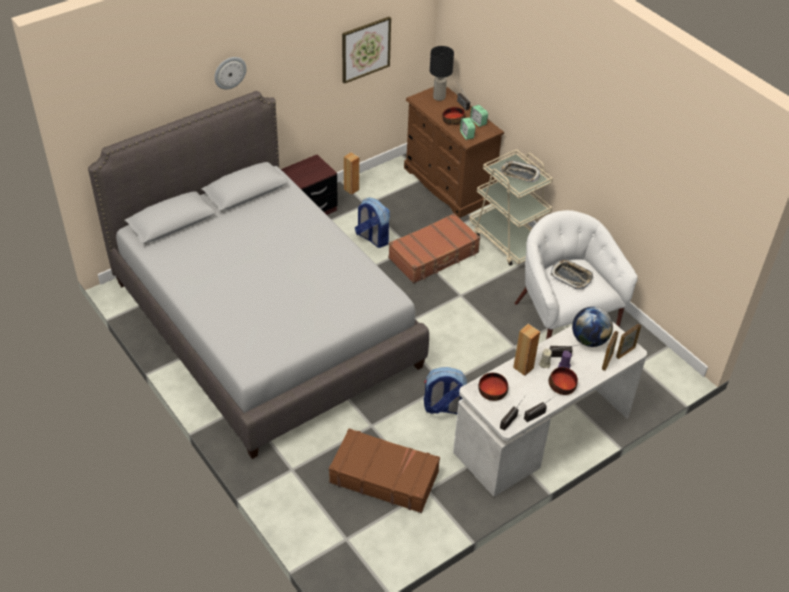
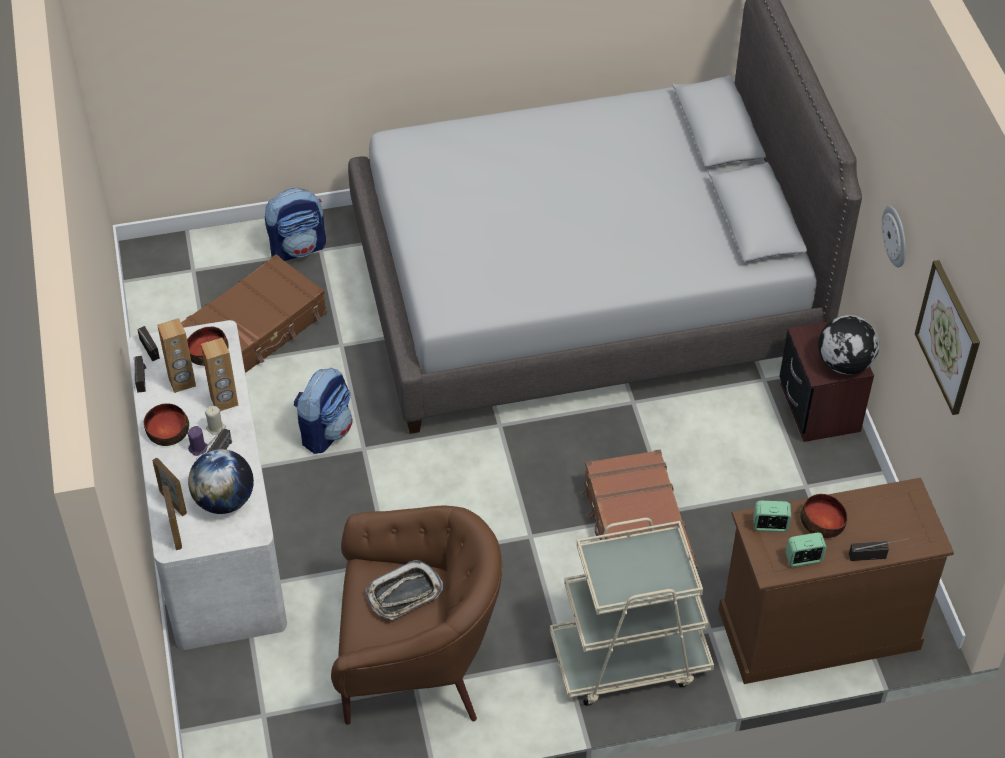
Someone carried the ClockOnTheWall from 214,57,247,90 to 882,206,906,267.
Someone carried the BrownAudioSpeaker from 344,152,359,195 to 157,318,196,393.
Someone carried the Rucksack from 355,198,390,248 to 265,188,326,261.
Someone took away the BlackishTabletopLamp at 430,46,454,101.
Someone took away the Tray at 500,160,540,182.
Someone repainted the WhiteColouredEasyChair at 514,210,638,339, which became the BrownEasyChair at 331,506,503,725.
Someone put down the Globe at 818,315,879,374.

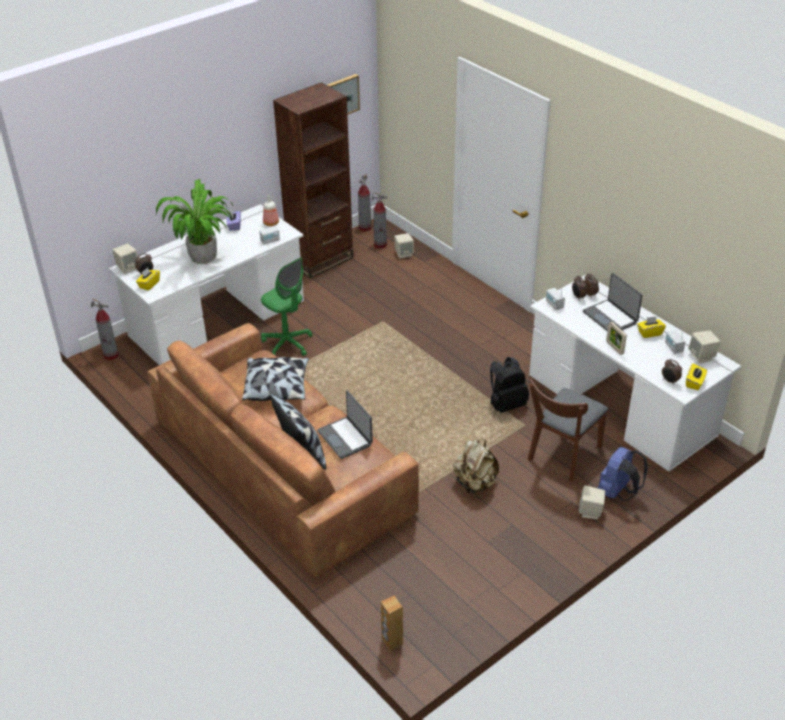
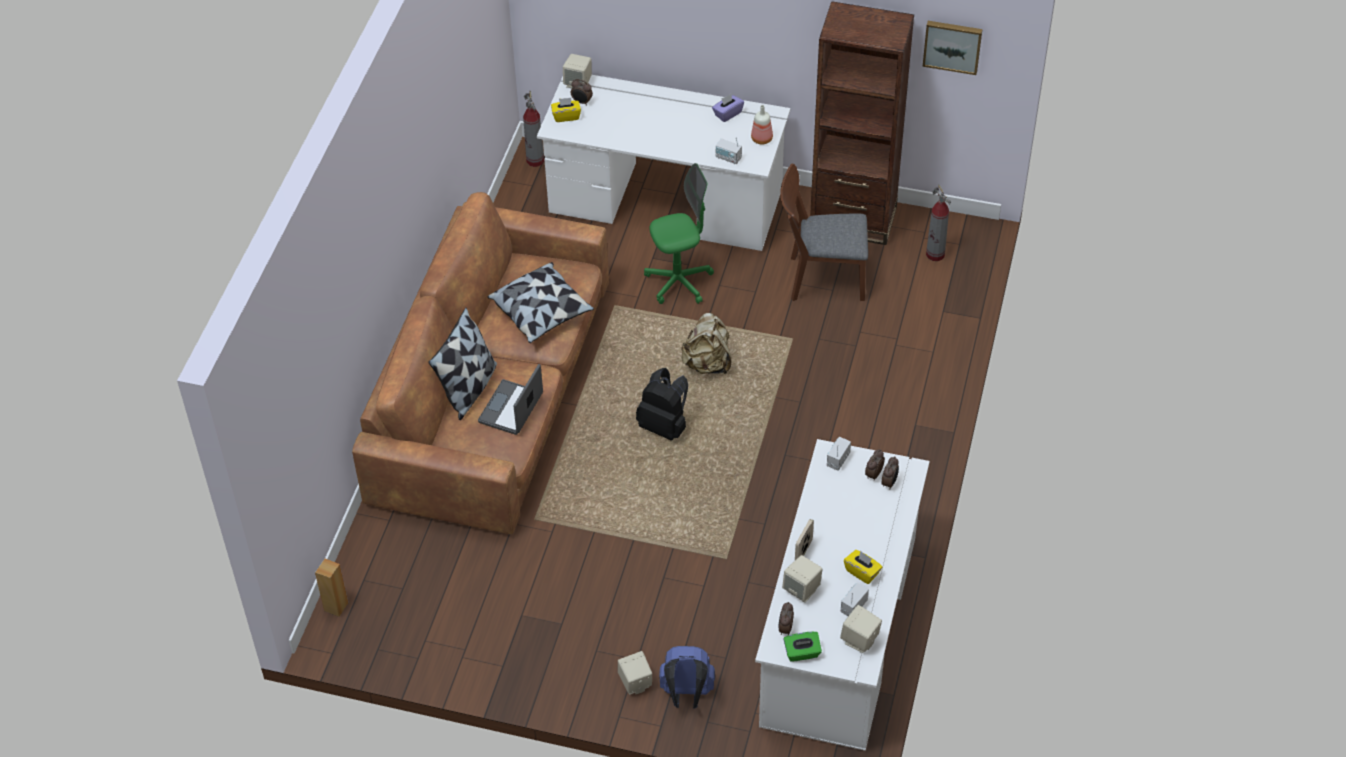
Someone took away the PottedPlant at 156,179,233,264.
Someone rotated the GreenishDeskChair at 261,257,313,356 by 120 degrees counterclockwise.
Someone took away the FireExtinguisher at 358,174,371,232.
Someone carried the BeigeColouredAudioSpeaker from 394,233,414,258 to 782,555,822,603.
Someone carried the BeigeColouredRucksack from 453,439,499,494 to 681,313,731,374.
Someone carried the BlackishRucksack from 490,357,529,413 to 636,368,688,441.
Someone carried the BrownChair from 528,378,608,482 to 780,163,868,301.
Someone took away the Laptop at 583,273,643,331.
Someone repainted the YellowColouredTissueHolder at 686,364,707,390, which became the GreenishTissueHolder at 783,632,822,662.

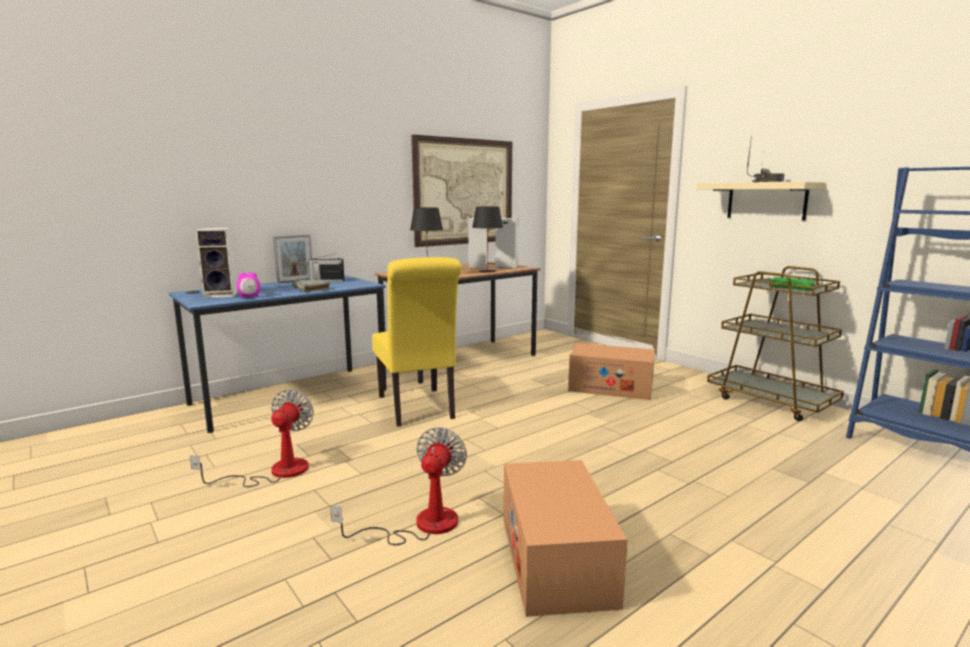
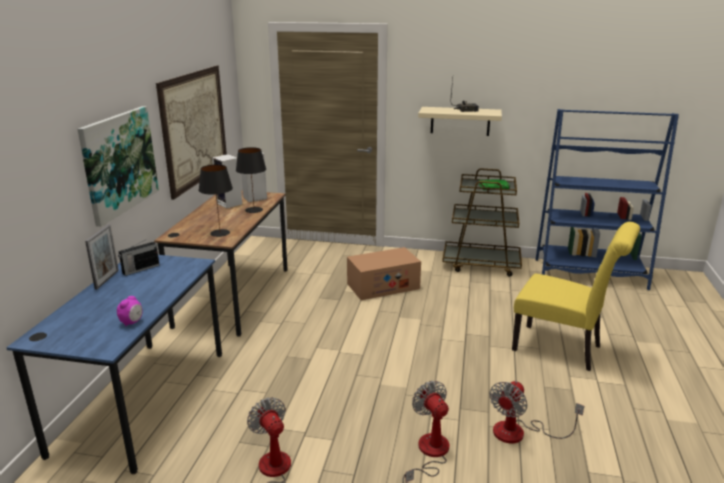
Someone took away the AudioSpeaker at 195,228,238,298.
Someone took away the GreyishBook at 292,279,331,292.
Someone carried the YellowColouredChair from 372,257,462,427 to 512,222,640,371.
Someone swapped the PackingBox at 504,460,627,617 for the ElectricFan at 490,381,584,444.
Someone put up the Picture at 78,106,159,227.

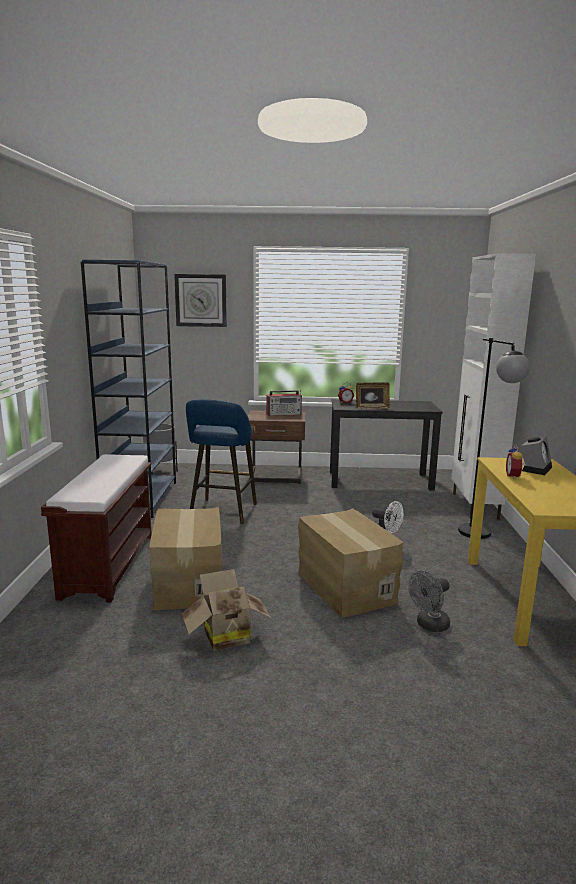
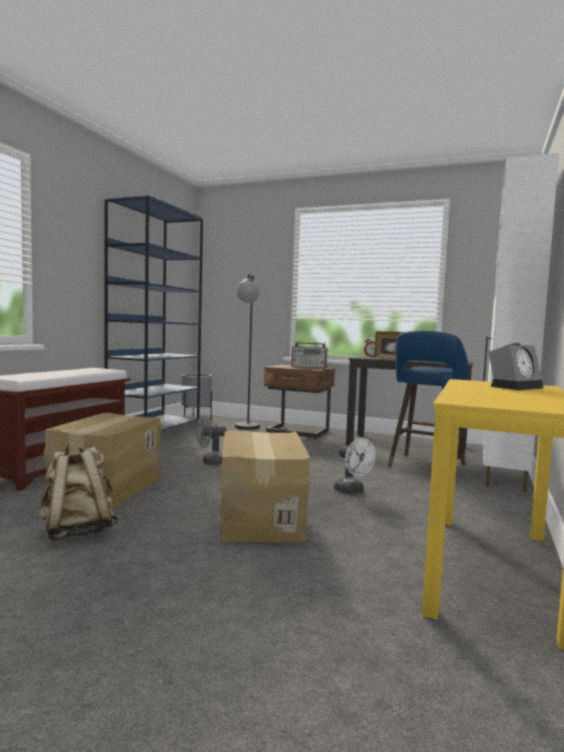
Someone took away the ClockOnTheWall at 174,274,227,327.
Someone swapped the PackingBox at 182,569,271,651 for the BeigeColouredRucksack at 39,443,118,541.
Someone carried the BlueColouredSittingStool from 186,399,257,524 to 387,330,468,468.
Someone carried the GreyishElectricFan from 408,571,450,632 to 196,415,227,465.
Someone carried the BlackishStandingLamp from 458,338,530,539 to 235,274,260,429.
Someone took away the TableClock at 506,445,526,479.

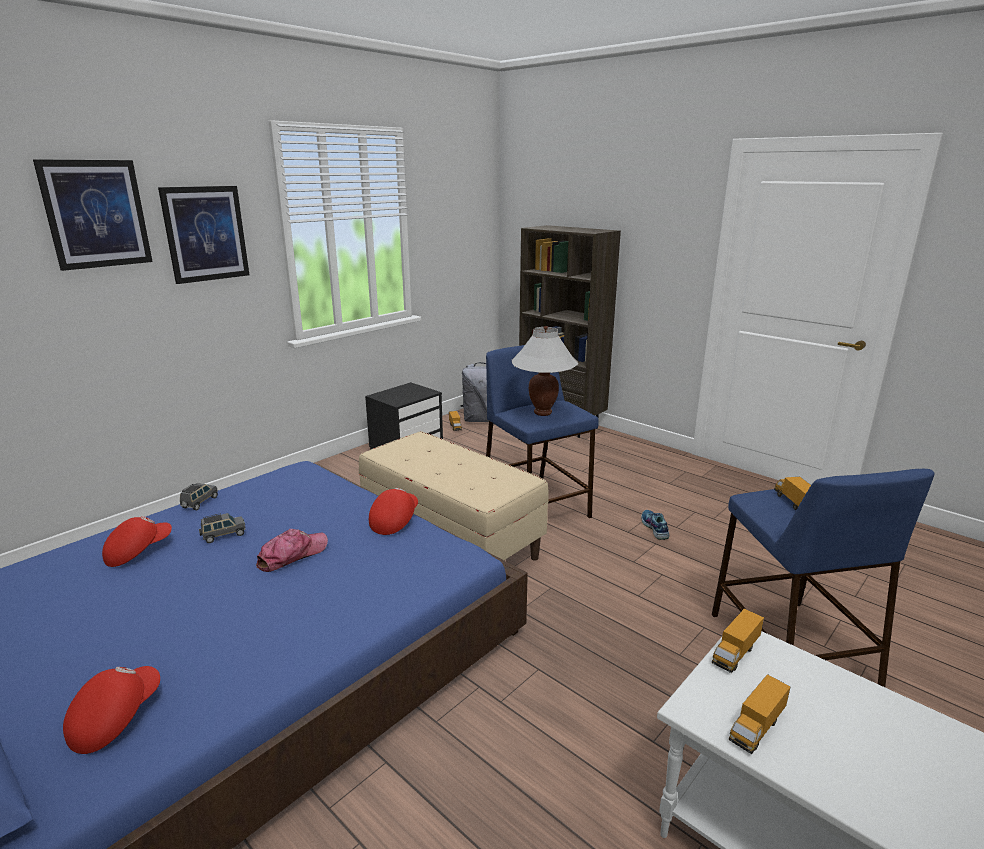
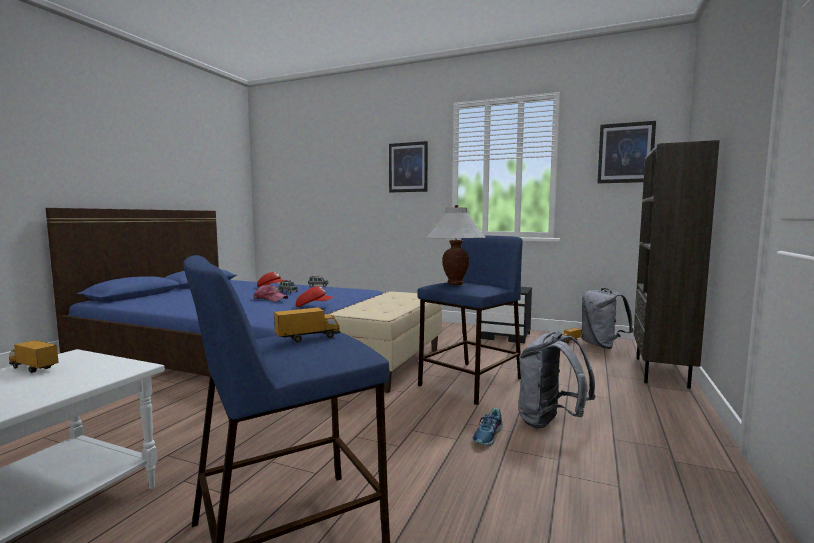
Someone carried the Picture from 33,159,153,271 to 597,121,656,183.
Someone took away the RedColouredCap at 63,666,160,754.
Someone rotated the LowShoe at 641,510,669,540 by 150 degrees clockwise.
Someone took away the ToyTruck at 712,609,764,673.
Someone put down the GreyishRucksack at 519,332,596,429.

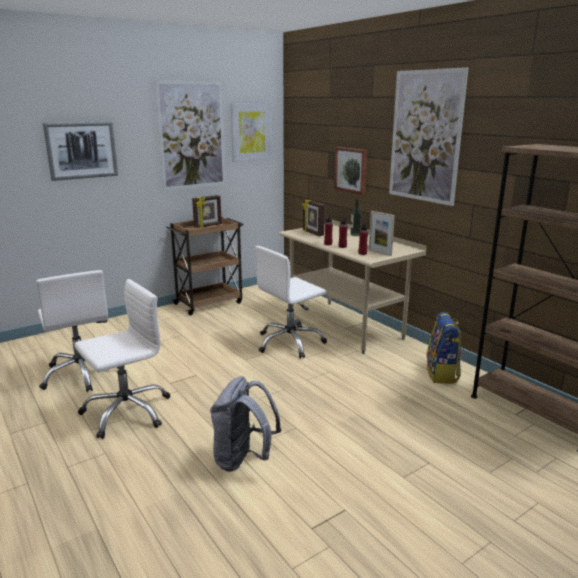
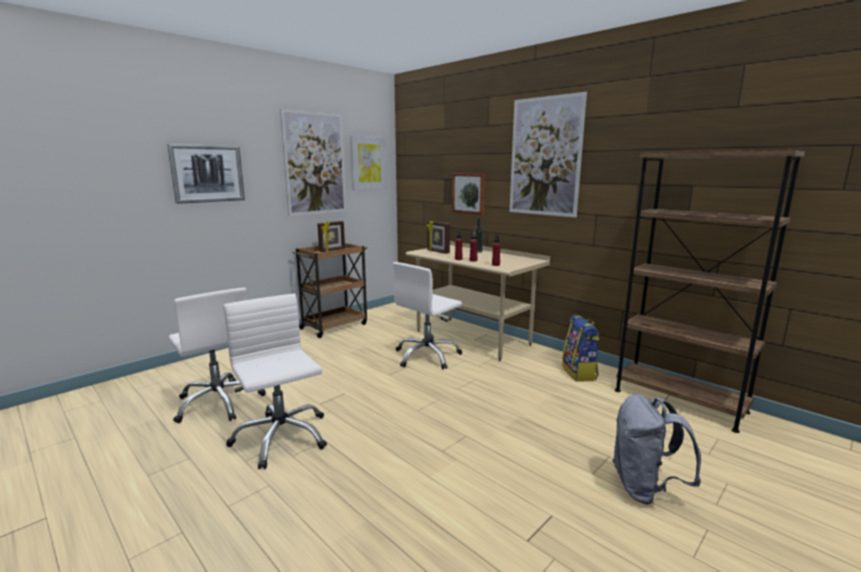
Someone rotated the WhiteColouredDeskChair at 74,279,170,439 by 75 degrees counterclockwise.
Someone carried the GreyishRucksack from 210,376,281,472 to 612,394,701,505.
Someone took away the PictureFrame at 369,211,395,256.

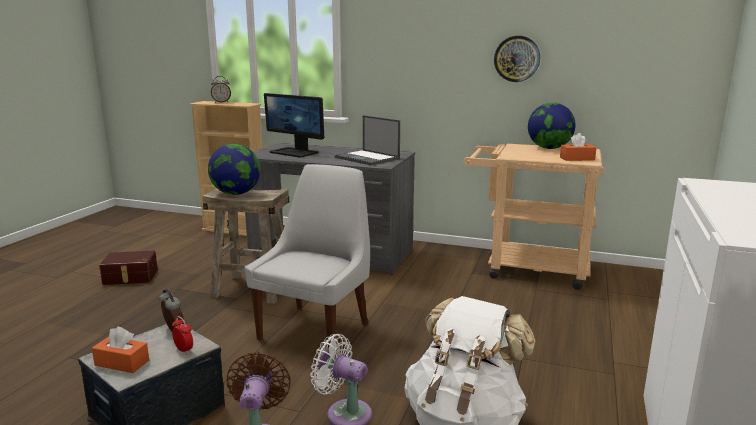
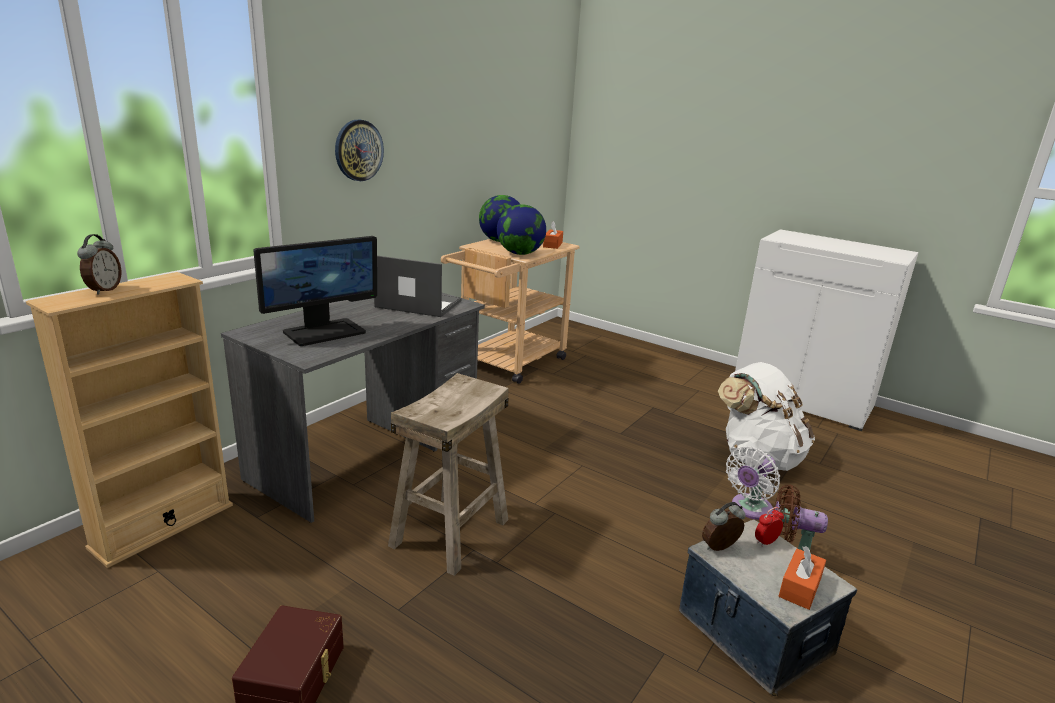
Someone carried the Globe from 208,144,260,195 to 497,204,546,255.
Someone took away the WhiteColouredChair at 245,164,370,349.
Someone rotated the Laptop at 335,115,400,166 by 135 degrees counterclockwise.
Someone carried the ClockOnTheWall from 494,36,540,82 to 335,120,384,181.

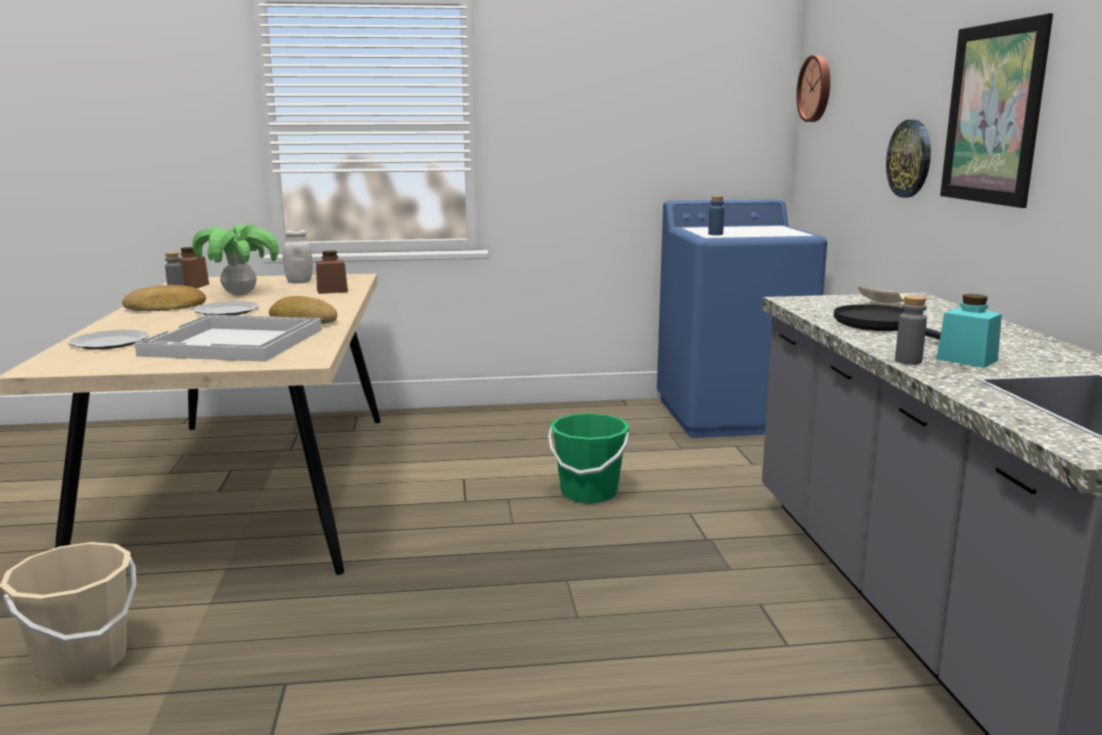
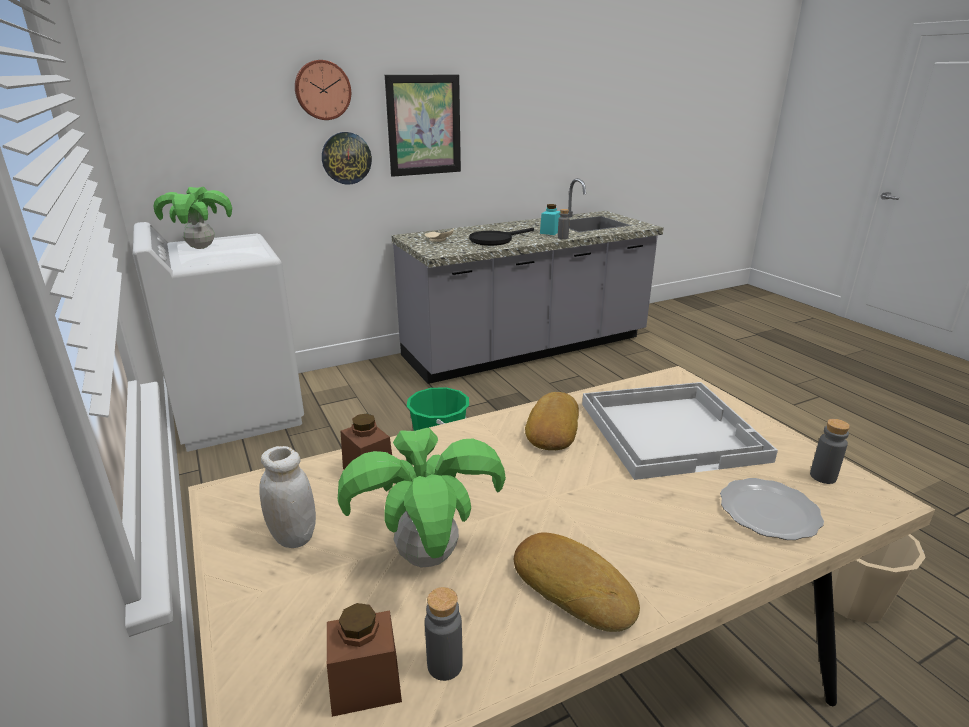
Someone took away the DinnerPlate at 194,301,260,315.
Someone repainted the BlueColouredLaundryAppliance at 657,199,827,438, which became the WhiteColouredLaundryAppliance at 133,222,304,452.
Someone took away the BlueColouredDrinkBottle at 708,196,724,235.
Someone carried the ClockOnTheWall from 796,55,830,122 to 295,60,351,120.
Someone put down the PottedPlant at 154,187,232,249.
Someone put down the GreyishDrinkBottle at 810,419,850,484.

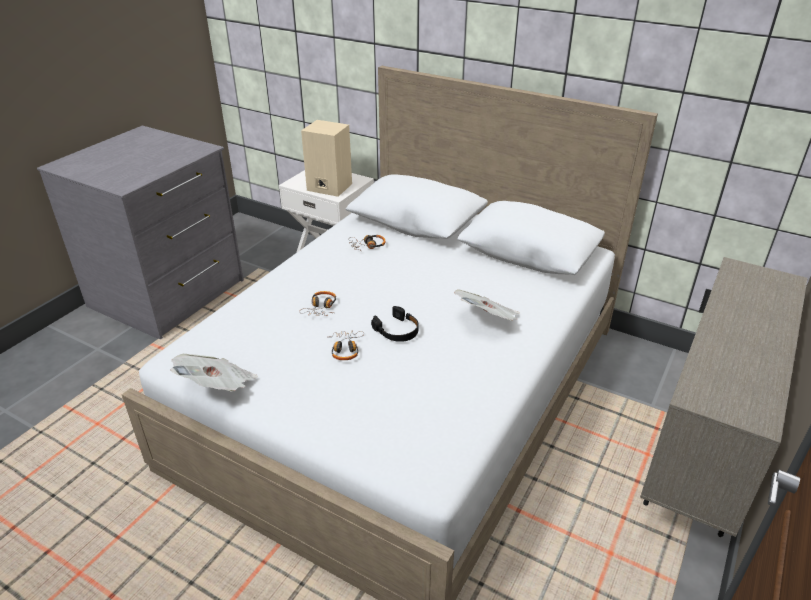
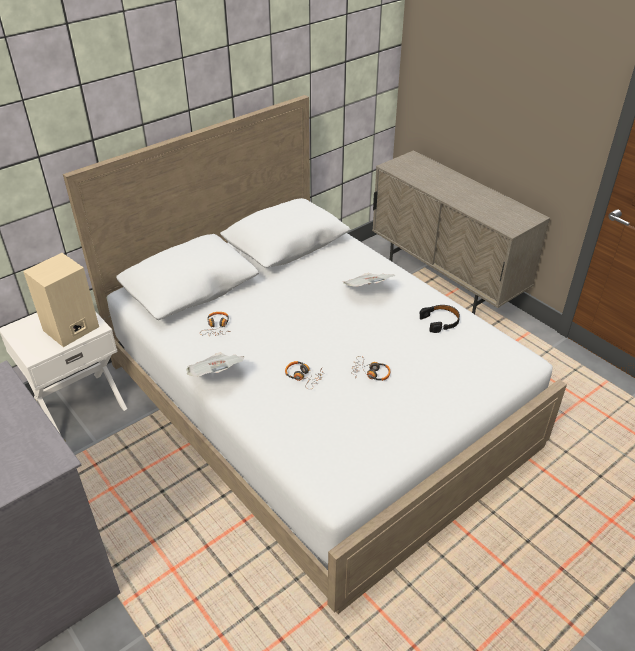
Someone carried the DailyPaper from 170,354,258,391 to 186,353,245,377.
Someone carried the BlackishPairOfHeadphones from 371,306,418,342 to 420,305,460,333.

